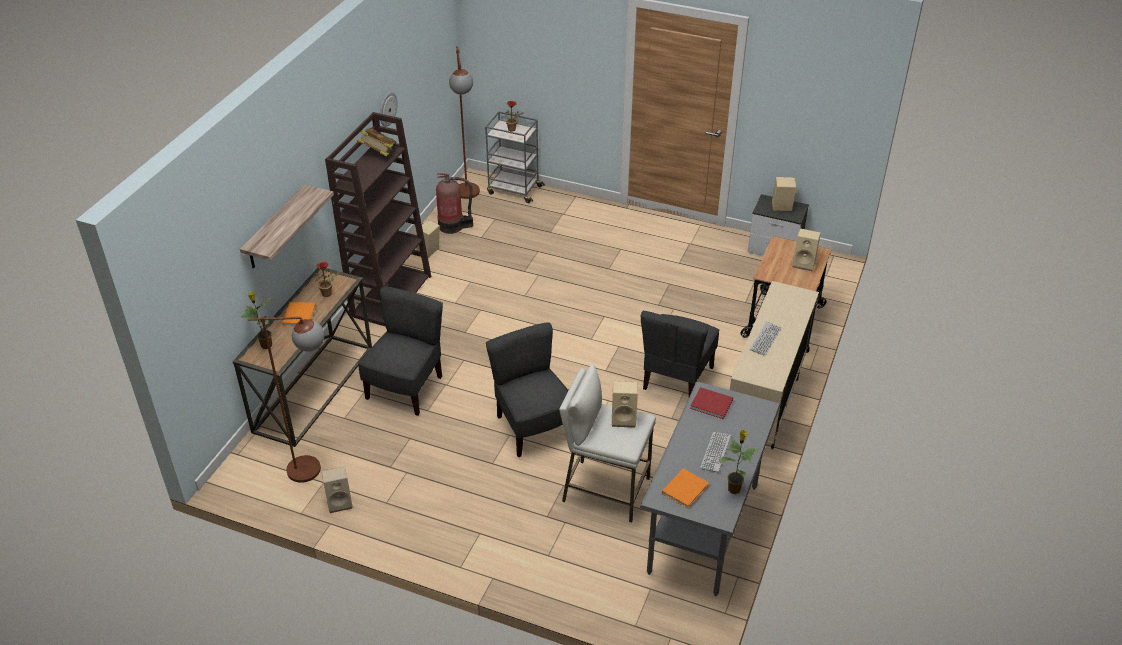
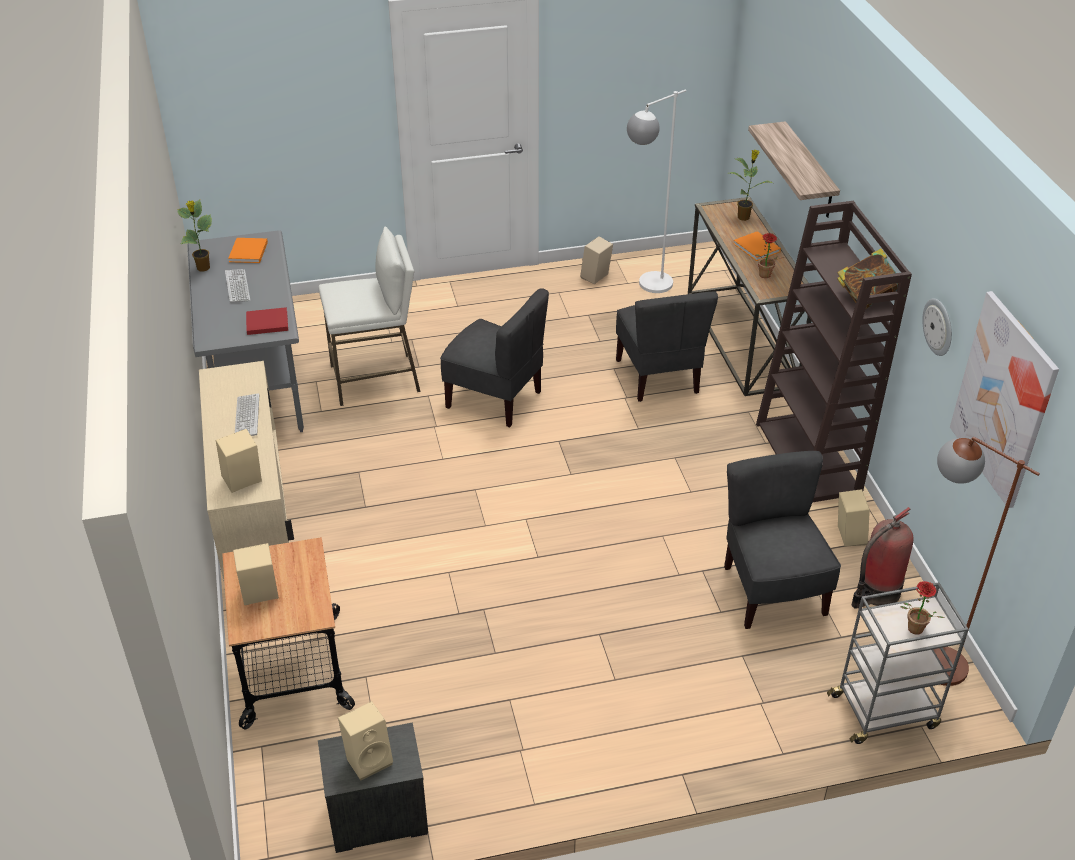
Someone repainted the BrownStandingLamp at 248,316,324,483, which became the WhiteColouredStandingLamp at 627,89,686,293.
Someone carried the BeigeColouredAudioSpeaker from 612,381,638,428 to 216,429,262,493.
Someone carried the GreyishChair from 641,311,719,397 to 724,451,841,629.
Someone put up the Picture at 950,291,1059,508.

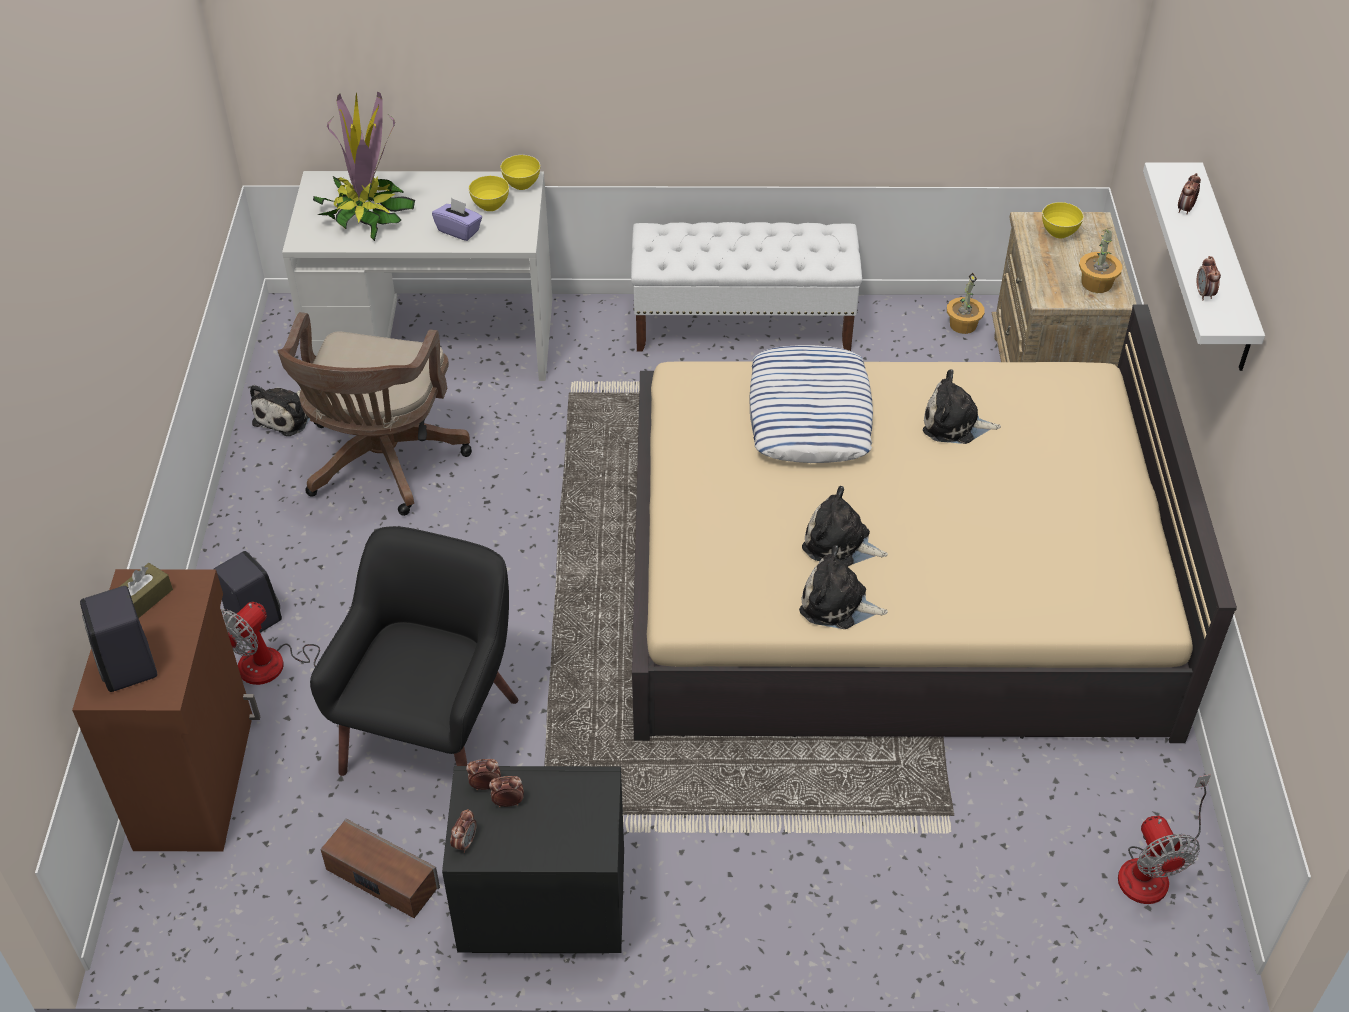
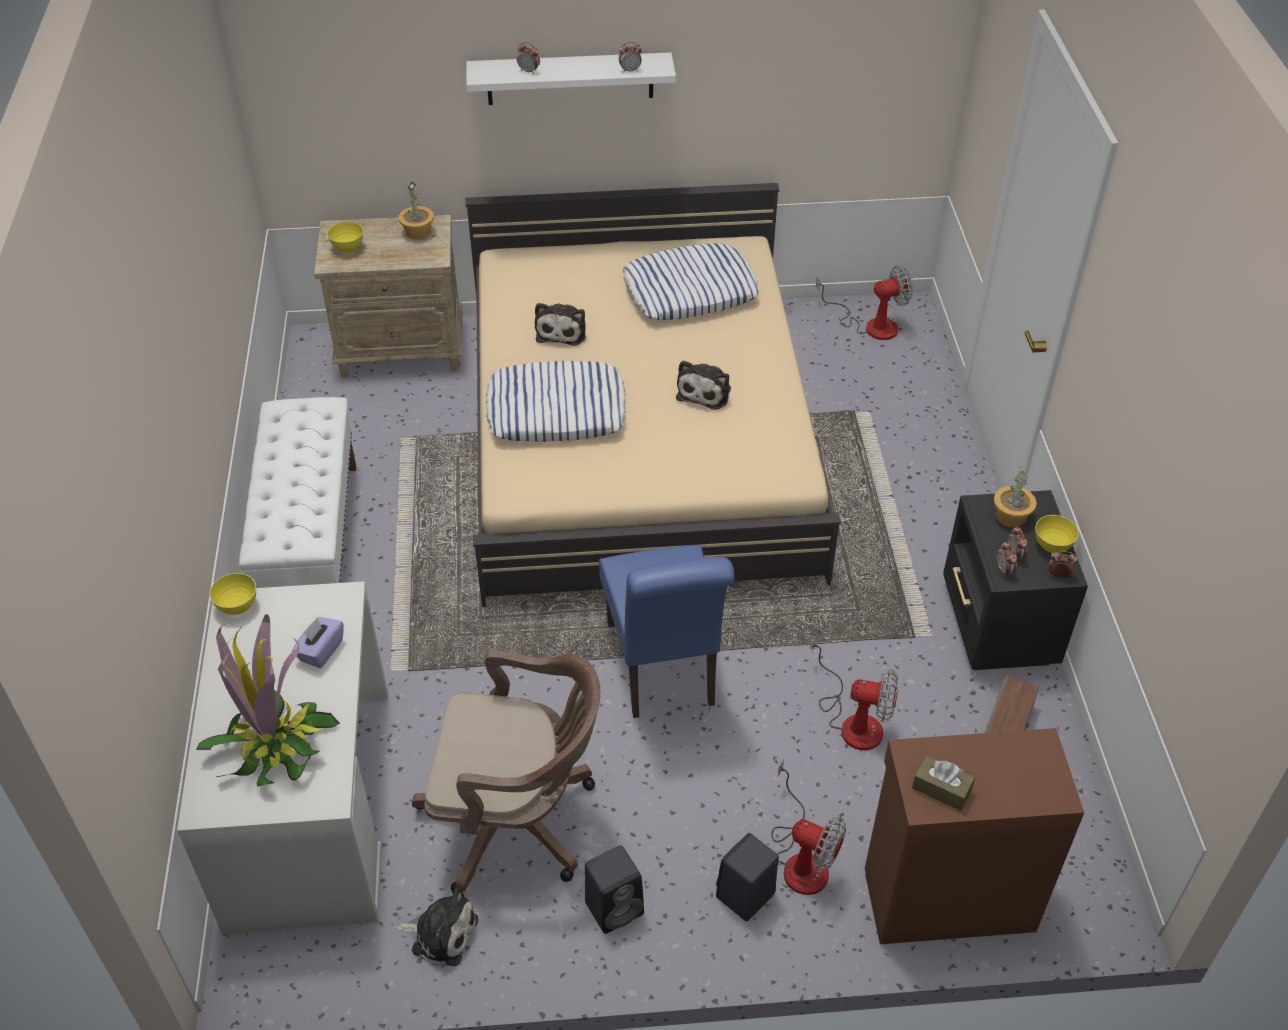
Someone carried the BlackishAudioSpeaker from 80,586,157,692 to 585,845,644,934.
Someone swapped the BlackishEasyChair at 310,526,518,776 for the ElectricFan at 812,635,898,750.
Someone carried the YellowColouredDeepDish from 469,175,509,211 to 1035,515,1079,553.
Someone took away the PlushToy at 799,545,888,629.
Someone carried the PottedPlant from 947,273,985,334 to 994,467,1037,527.
Someone put down the BlueColouredChair at 599,545,734,718.
Someone put down the Pillow at 623,243,759,320.

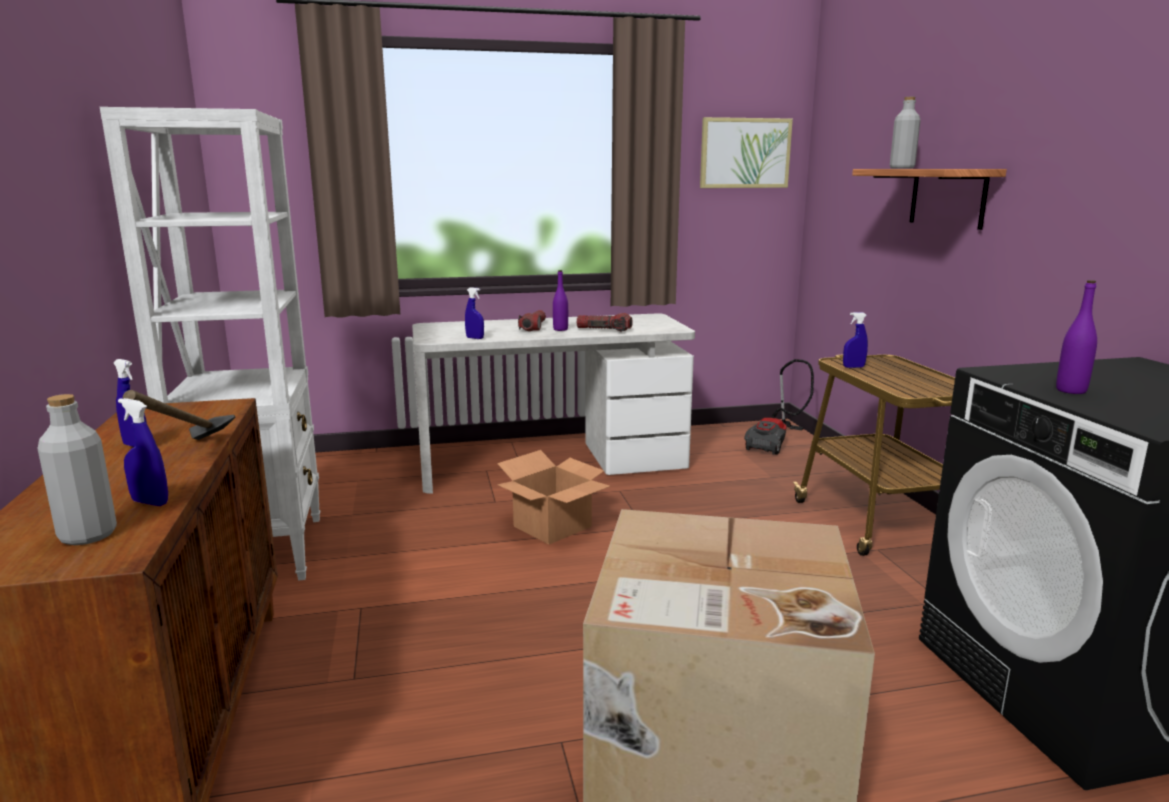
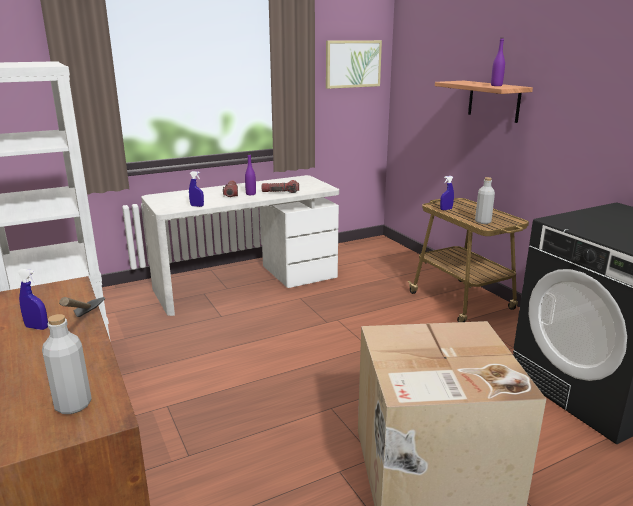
Someone took away the BlueColouredHandSprayer at 118,398,168,506.
Someone took away the PackingBox at 497,450,610,544.
Someone took away the VacuumCleaner at 744,359,814,455.
Someone carried the GreyishDrinkBottle from 890,97,921,168 to 475,177,495,224.
Someone carried the PurpleDrinkBottle from 1056,280,1097,394 to 491,38,505,86.

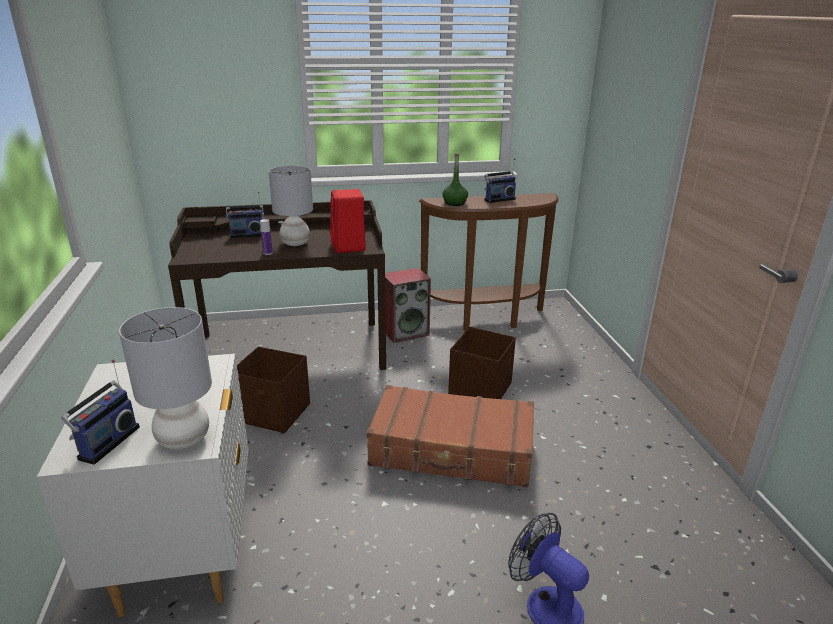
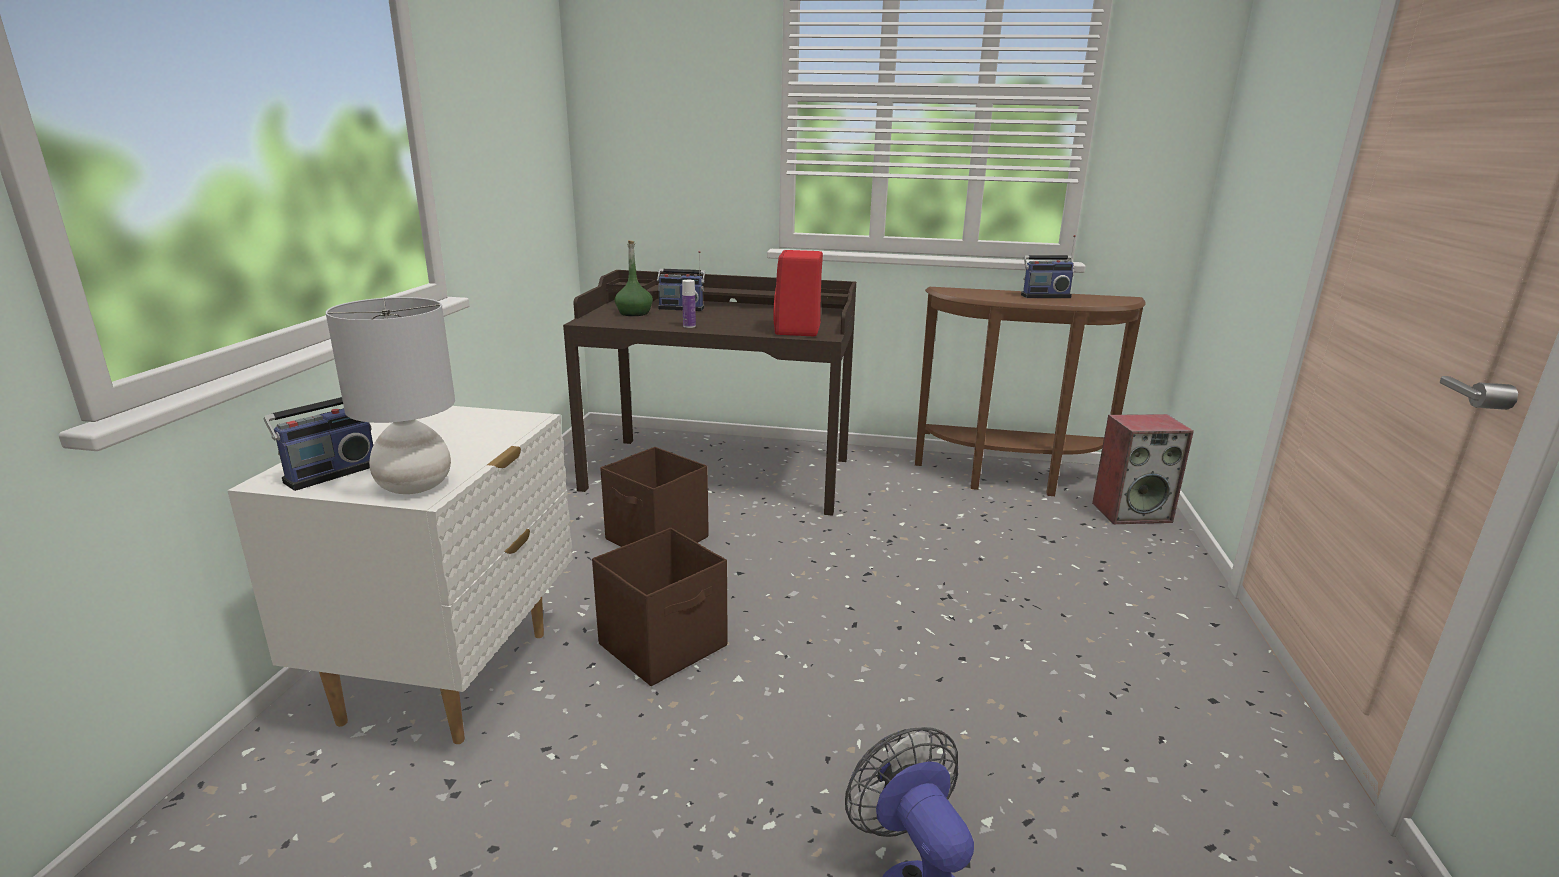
Someone took away the GreyishTabletopLamp at 269,166,313,246.
Someone took away the BrownSuitcase at 366,385,534,488.
Someone carried the AudioSpeaker from 385,268,431,343 to 1092,414,1194,524.
Someone carried the GreenishDrinkBottle from 442,153,468,206 to 615,240,653,316.
Someone carried the BrownStorageContainer from 448,327,516,399 to 592,528,728,686.

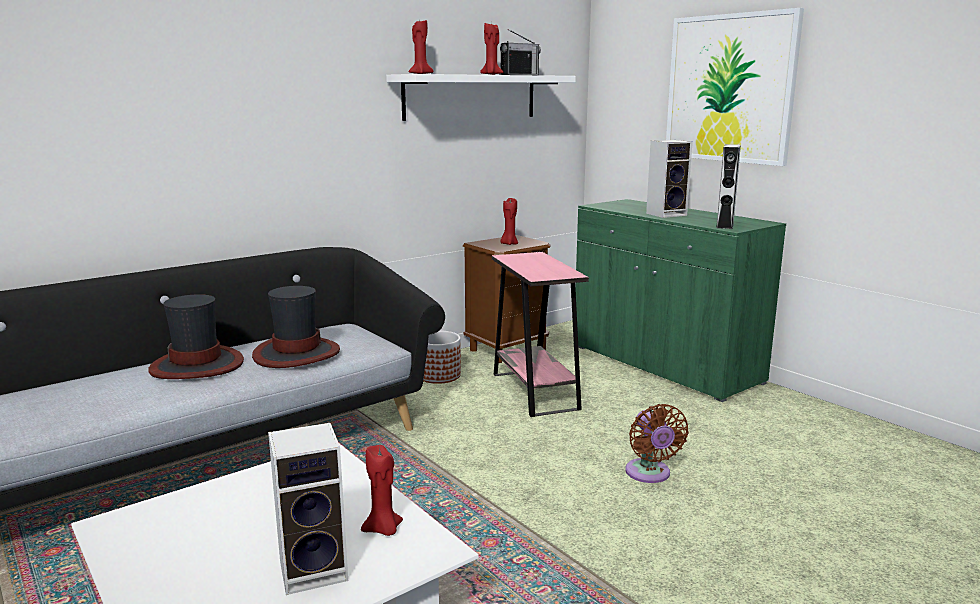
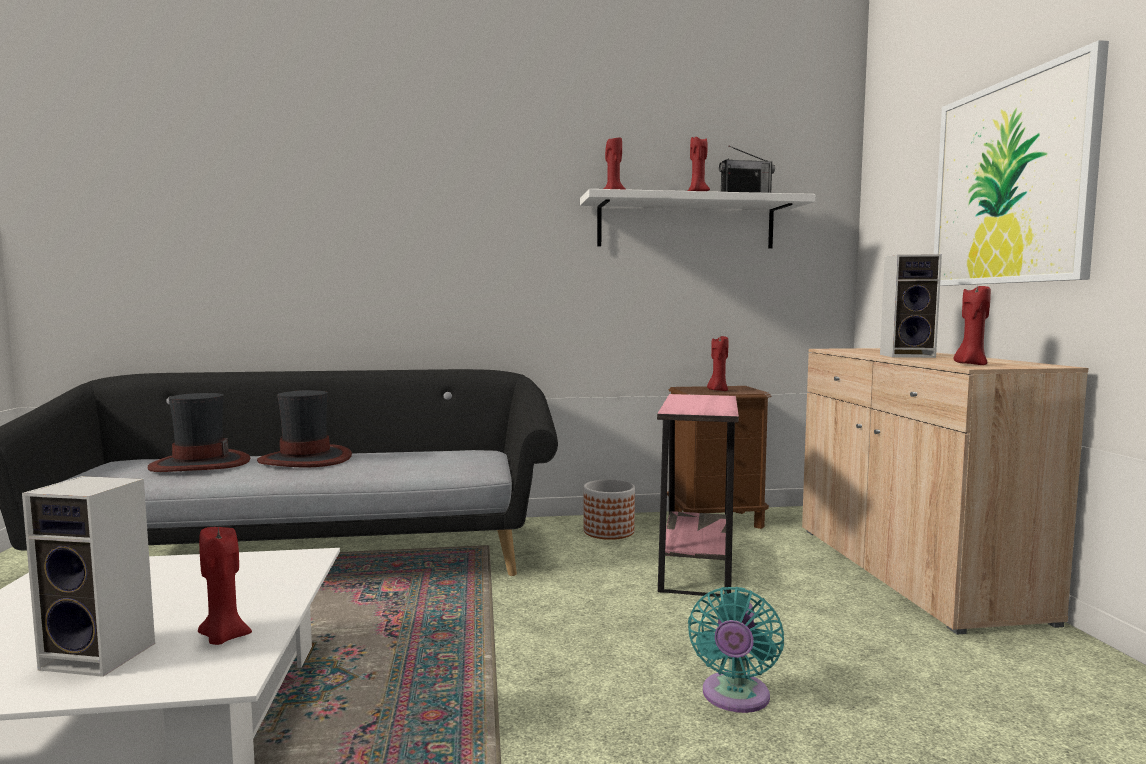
Someone carried the ClothingHat from 252,286,340,368 to 148,393,251,472.
Someone repainted the GreenishStorageCabinet at 575,199,786,402, which became the BeigeColouredStorageCabinet at 802,348,1088,635.
Someone repainted the BrownElectricFan at 625,404,689,483, which became the BlueGreenElectricFan at 688,587,784,713.
Someone swapped the GreyishAudioSpeaker at 716,144,741,229 for the RedColouredCandle at 954,286,991,365.

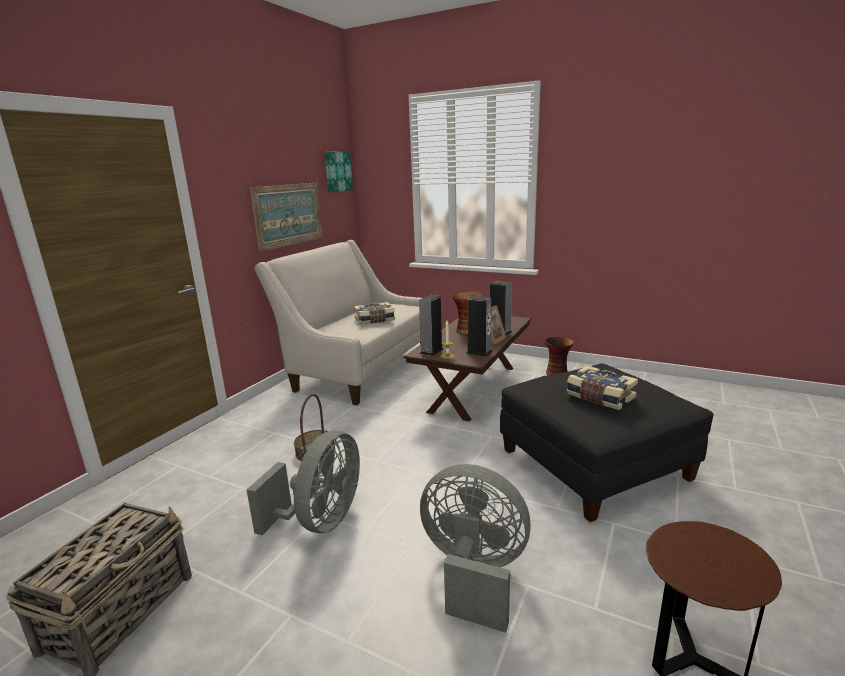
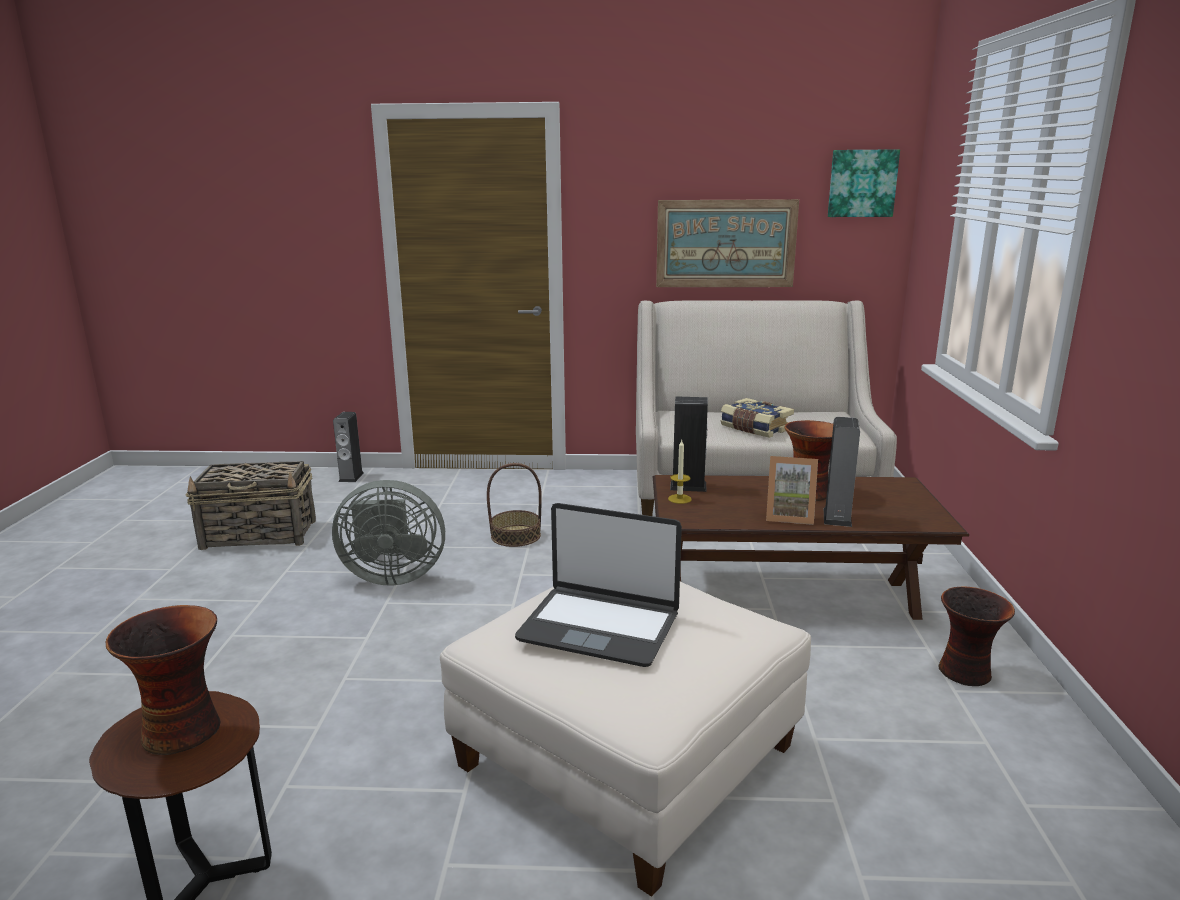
Someone took away the GreyishElectricFan at 420,464,531,633.
Someone carried the AudioSpeaker from 467,296,492,357 to 333,412,364,482.
Someone repainted the BlackishPouffe at 500,363,713,522, which became the WhiteColouredPouffe at 440,582,811,897.
Someone swapped the Book at 567,366,638,410 for the Laptop at 515,503,682,667.
Someone put down the DecorativeVase at 106,605,220,755.

